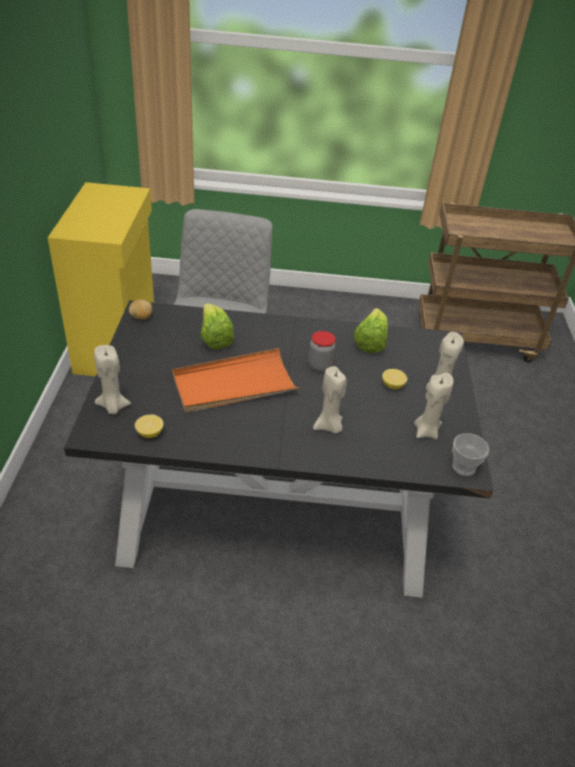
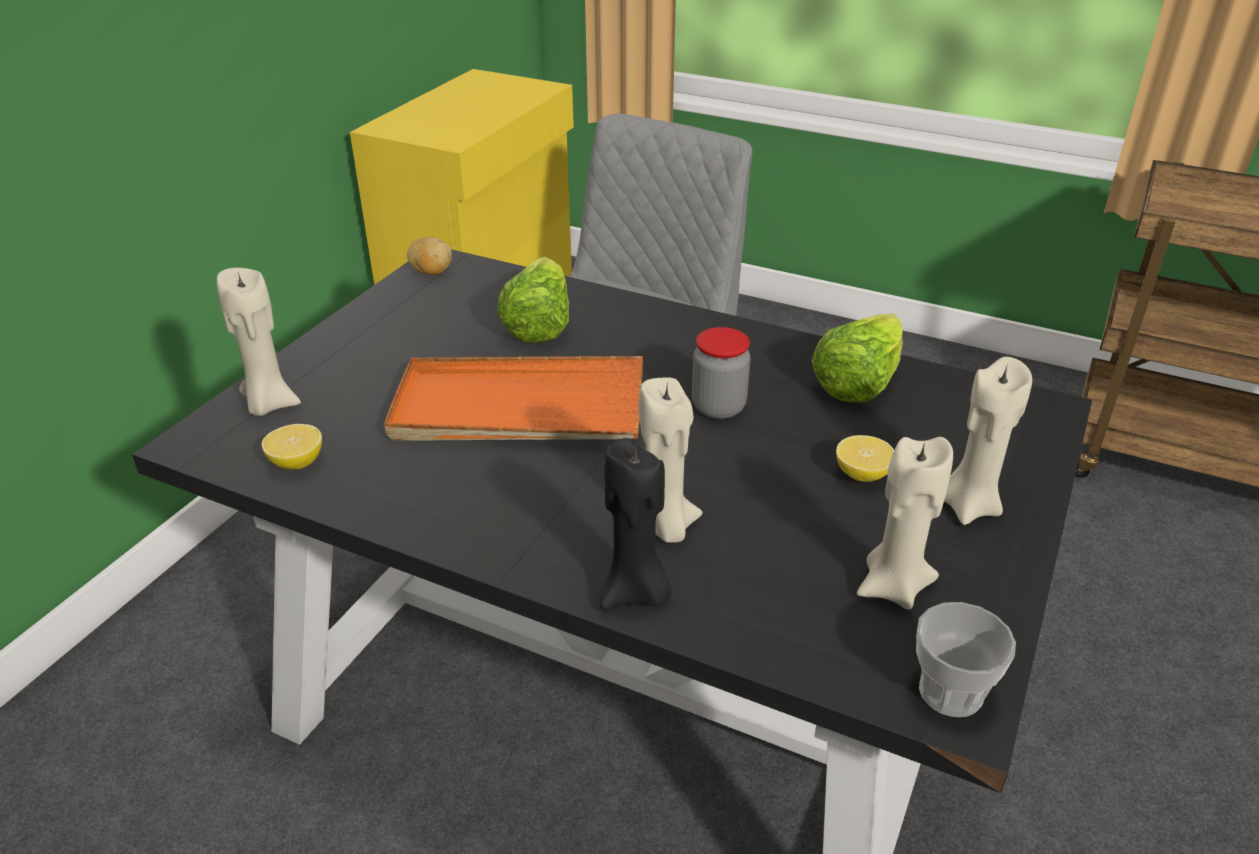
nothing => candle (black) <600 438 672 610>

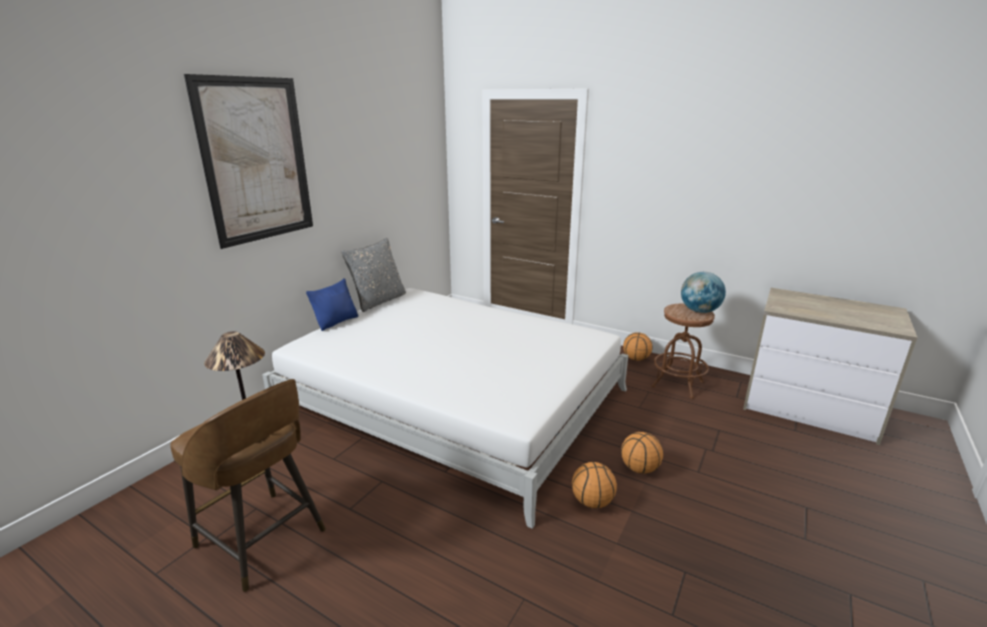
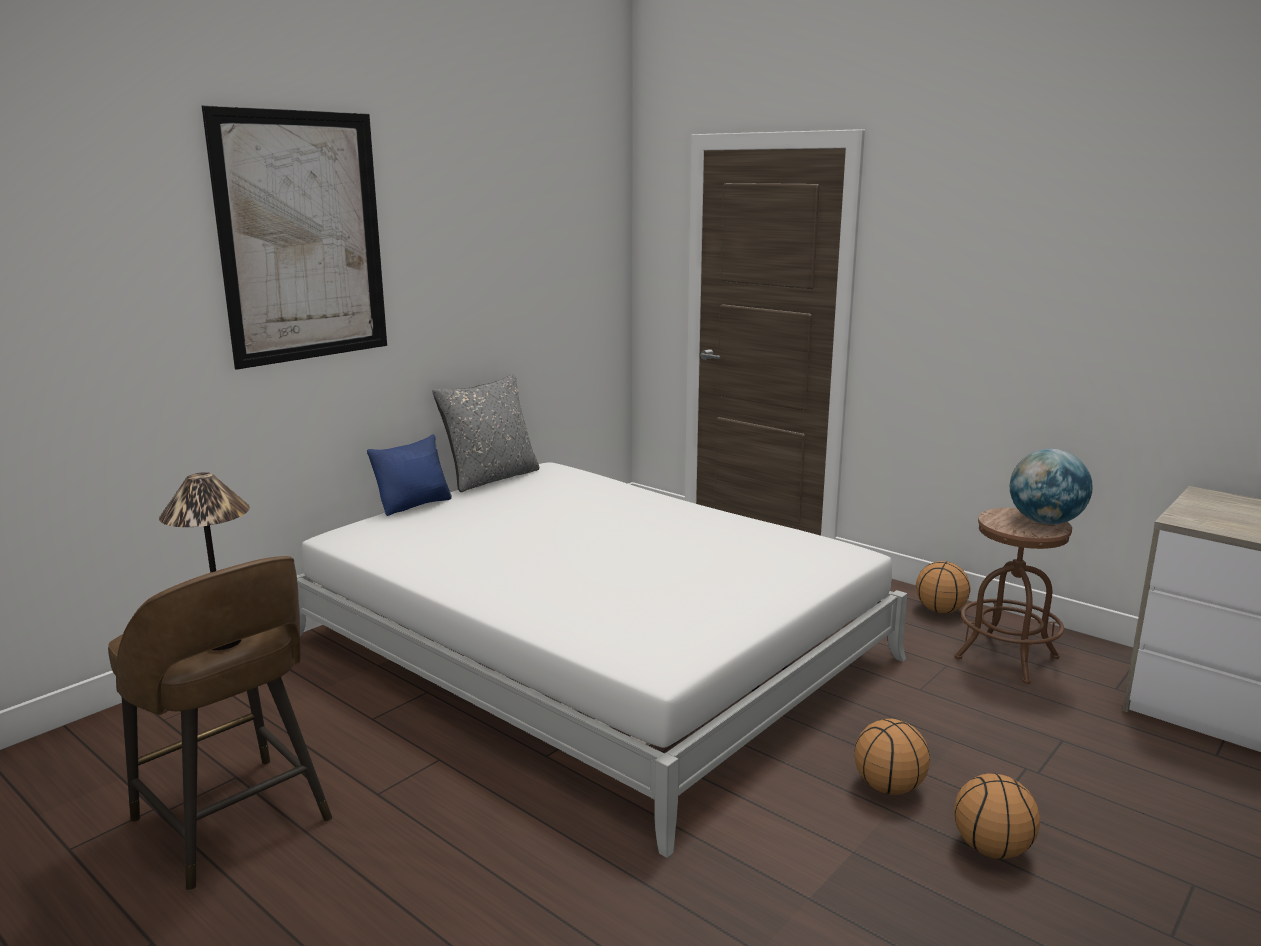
basketball <572 462 617 508> => basketball <954 773 1040 859>, shifted

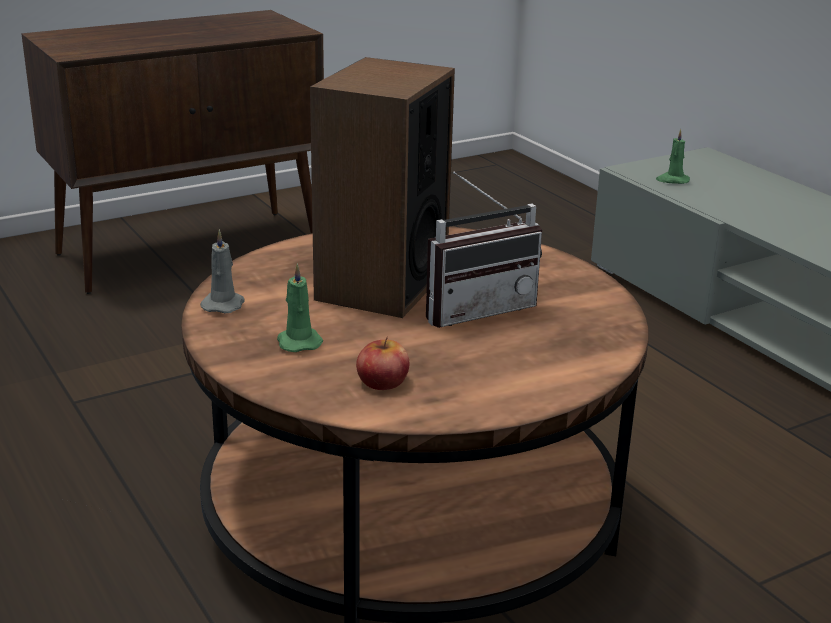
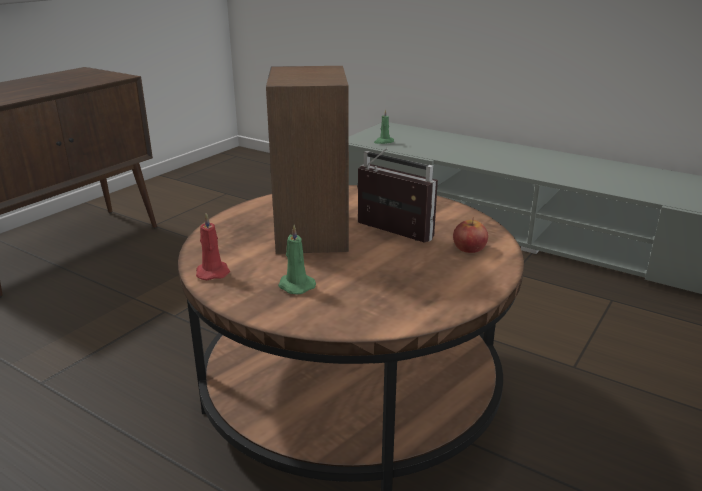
apple <356 336 409 390> => apple <453 217 488 253>, shifted
candle (grey) <200 229 245 313> => candle (red) <196 213 230 280>
radio <426 172 542 328> => radio <357 148 438 243>, 90 degrees counterclockwise

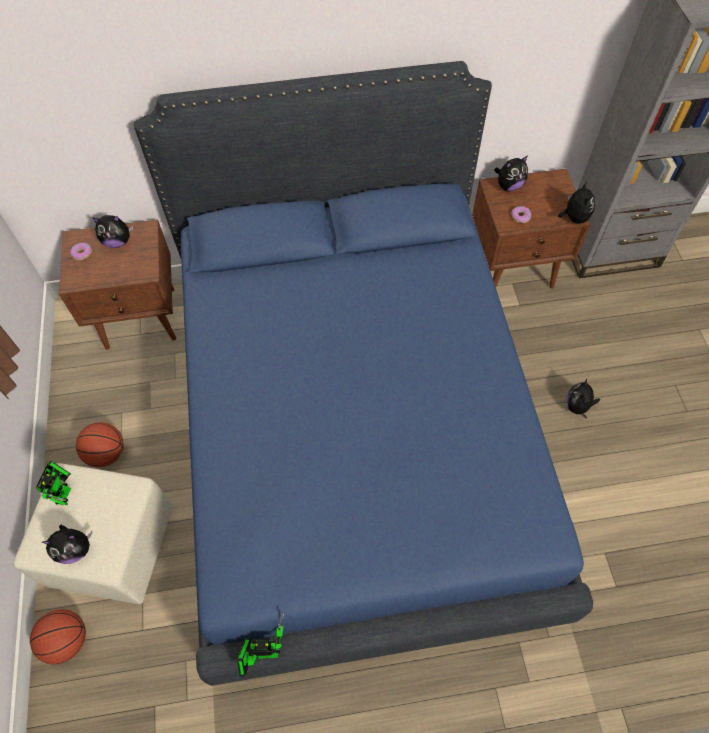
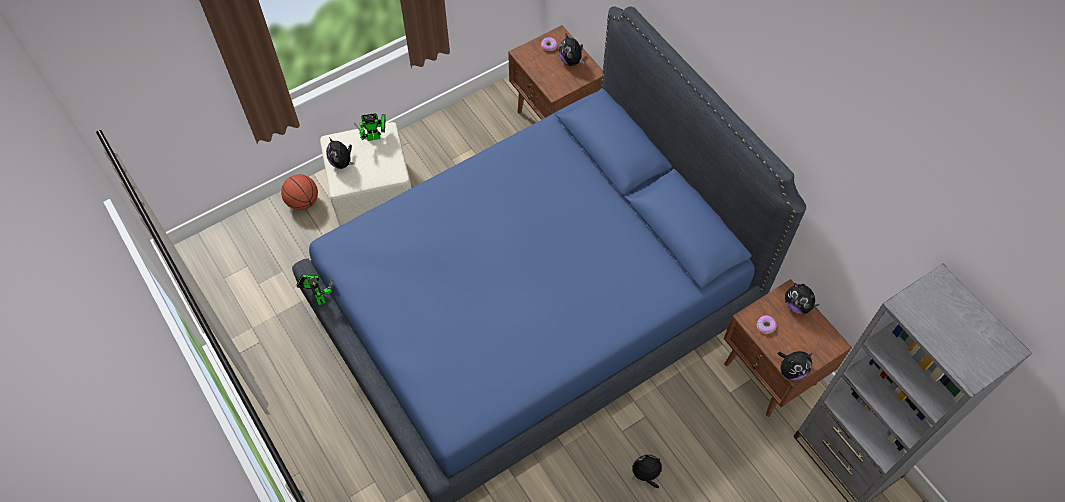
basketball <76 422 123 467> => nothing

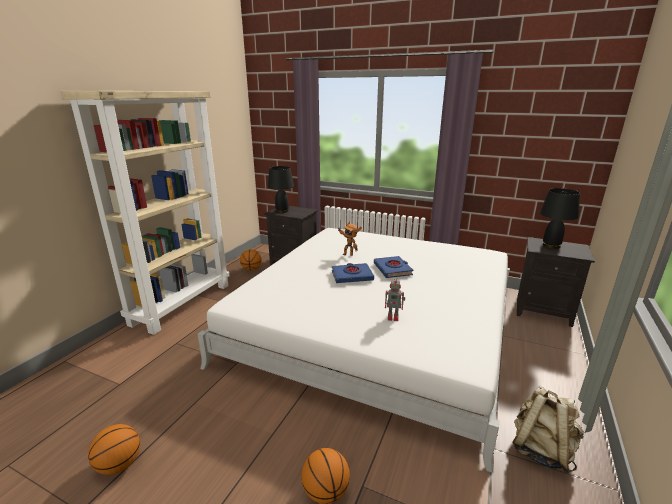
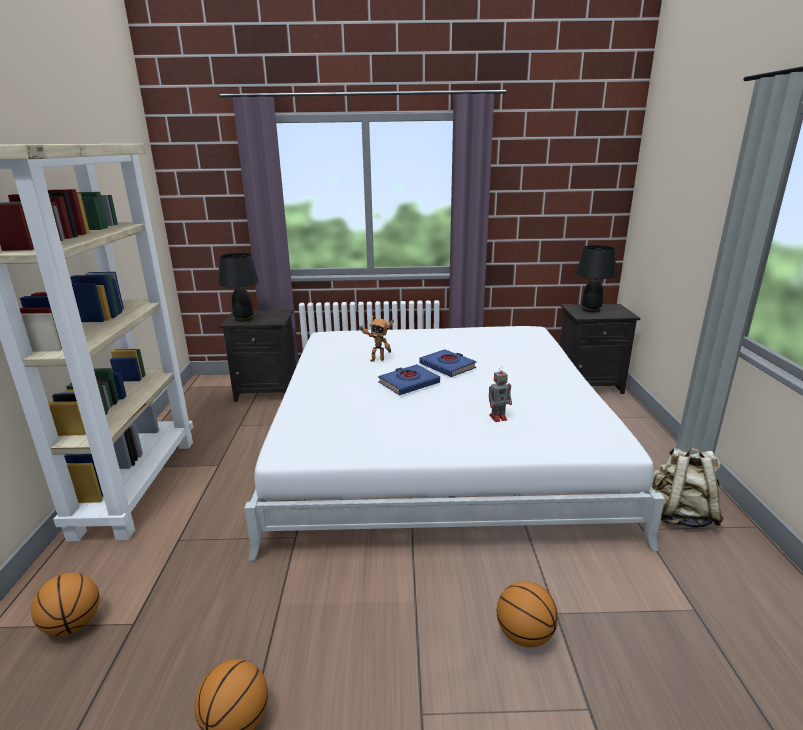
basketball <240 249 262 271> => basketball <31 573 99 636>, shifted

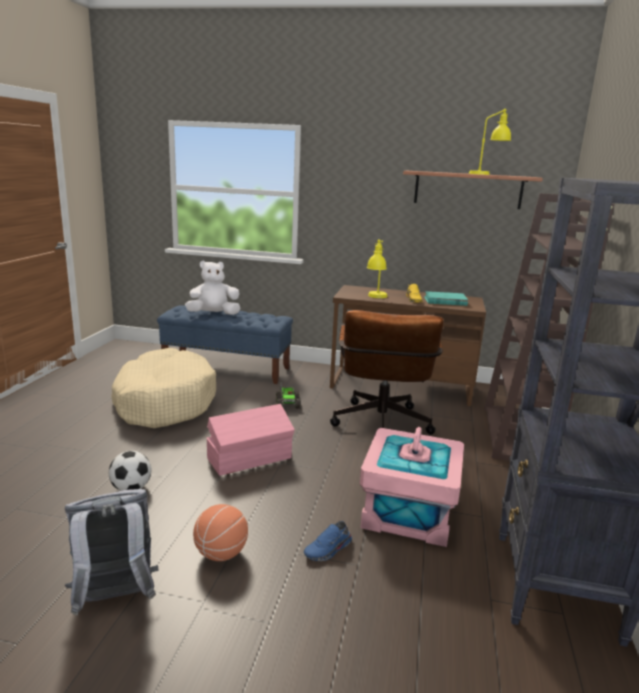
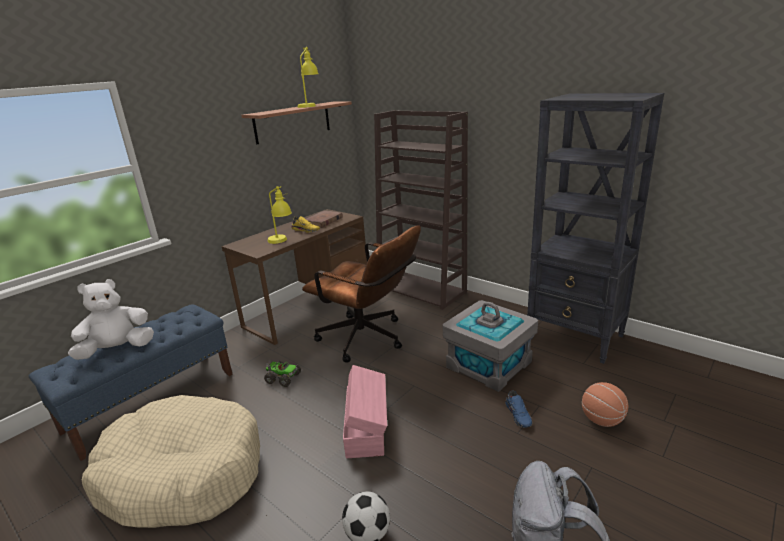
basketball <193 504 248 561> => basketball <582 382 628 427>, shifted
storage box (pink) <360 427 464 547> => storage box (grey) <443 300 538 392>
book (turquoise) <424 291 468 306> => book (brown) <306 210 343 228>
plush toy (white) <185 260 240 315> => plush toy (white) <68 279 154 360>, 45 degrees clockwise

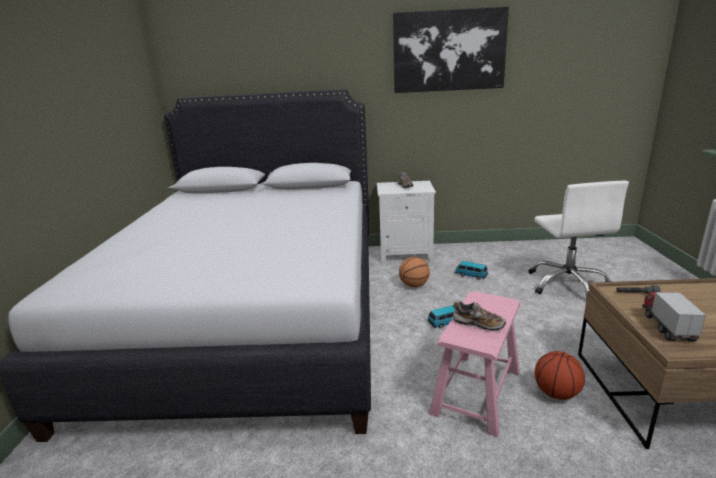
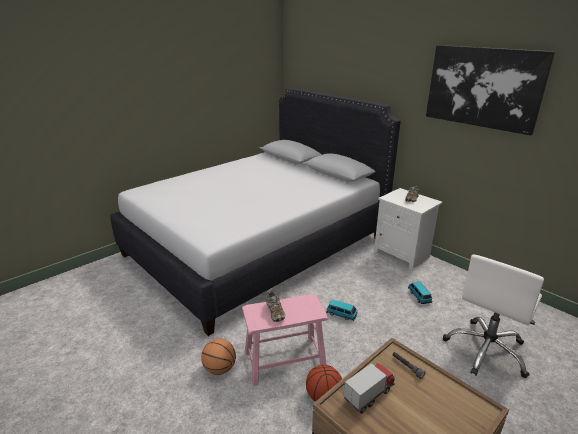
basketball <399 257 430 287> => basketball <201 339 236 375>, shifted

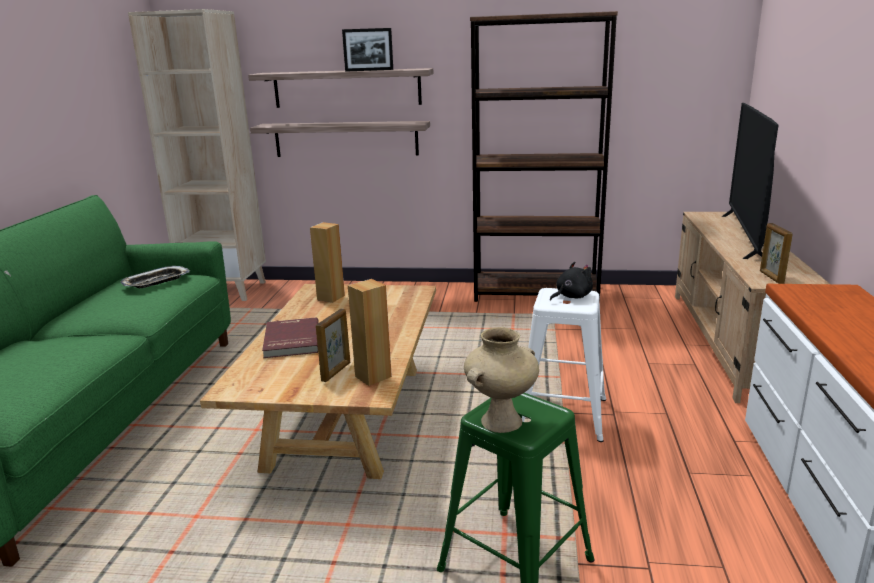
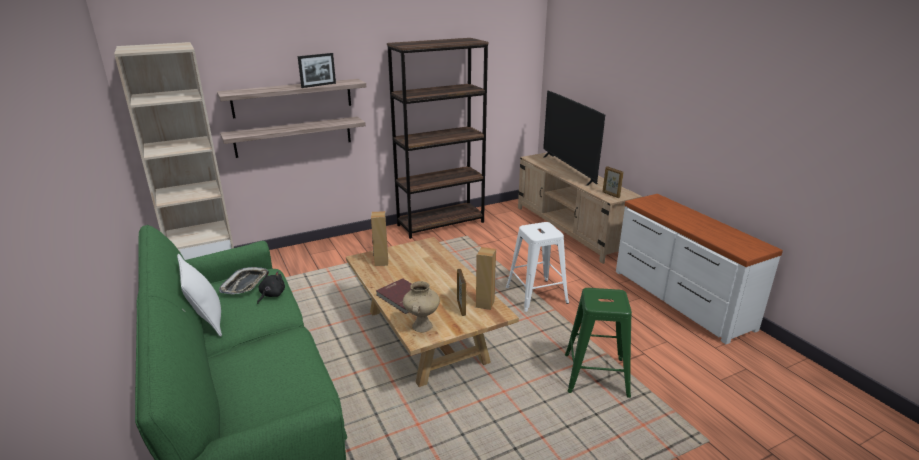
nothing => pillow (white) <177 254 222 337>
vase (beige) <464 327 539 433> => vase (beige) <403 281 440 333>, shifted
plush toy (black) <550 262 593 301> => plush toy (black) <257 271 285 304>, shifted

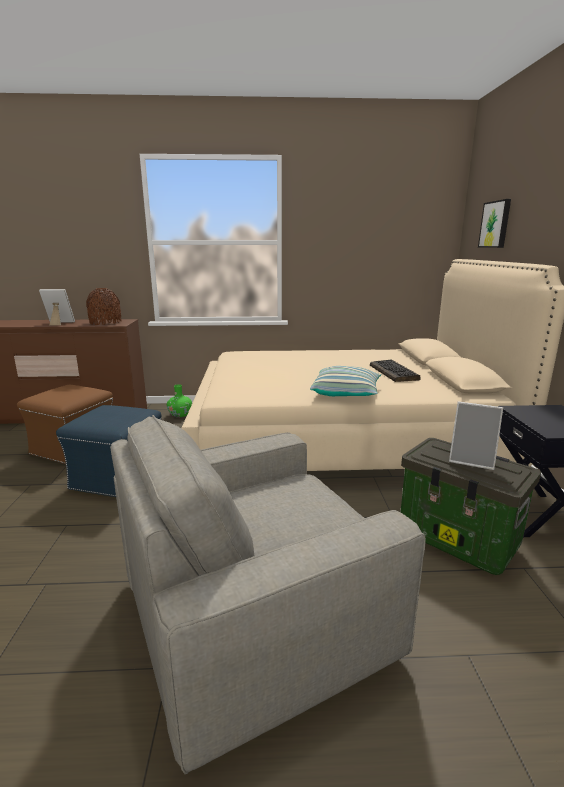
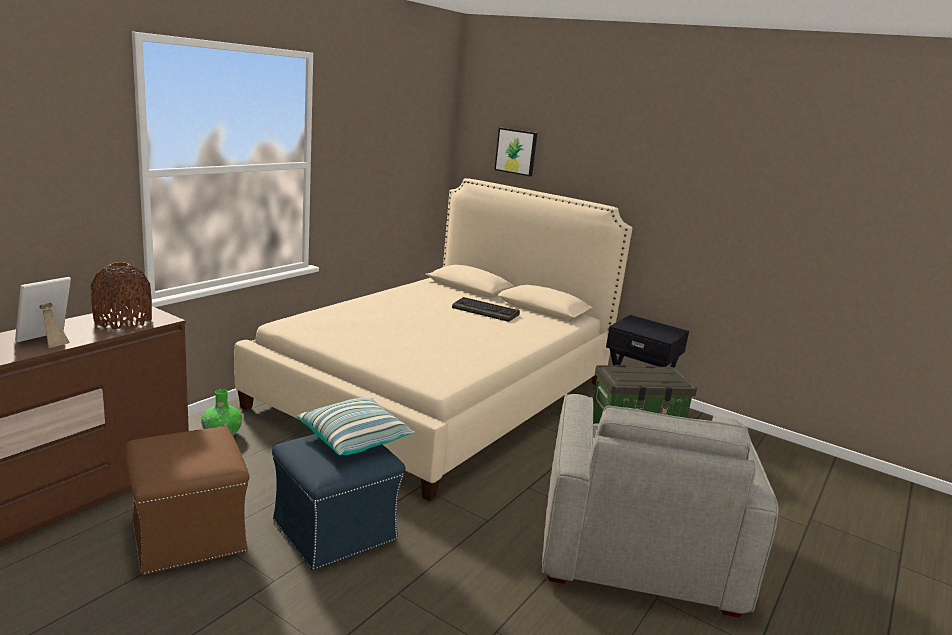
picture frame <449 401 503 470> => nothing
pillow <310 366 381 396> => pillow <297 398 415 455>, shifted

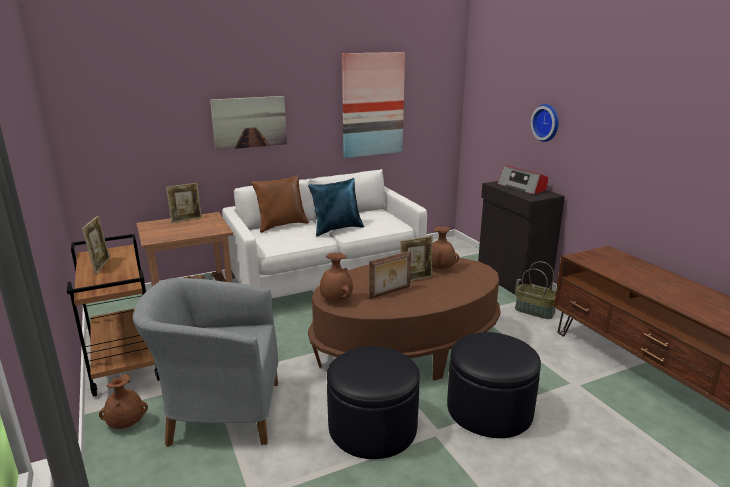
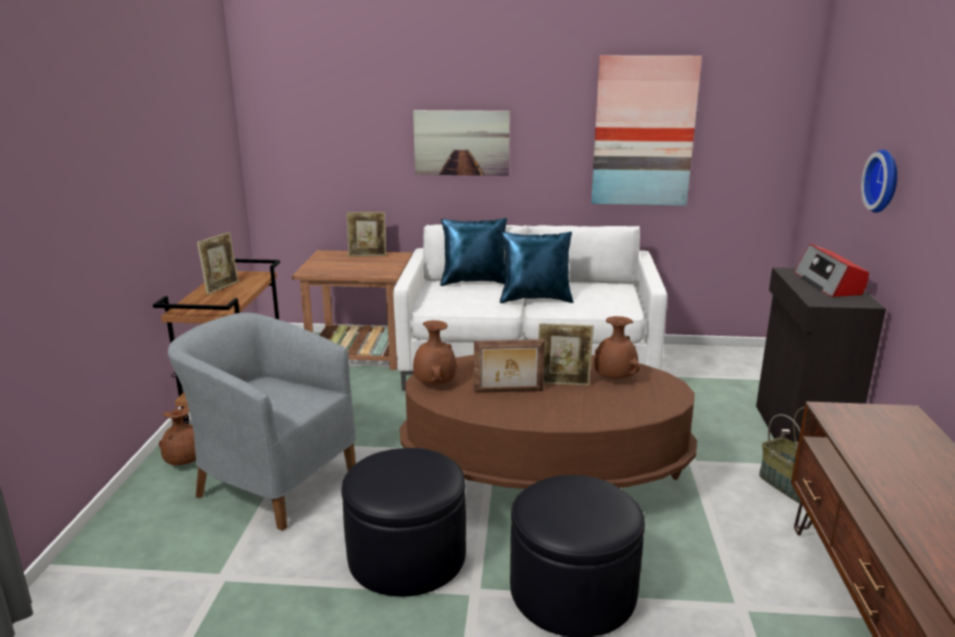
pillow (brown) <251 175 309 233> => pillow (blue) <440 218 507 286>

